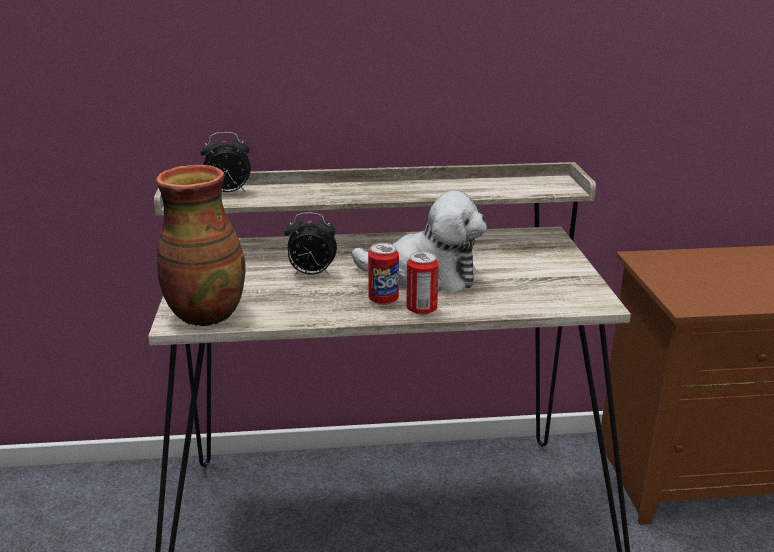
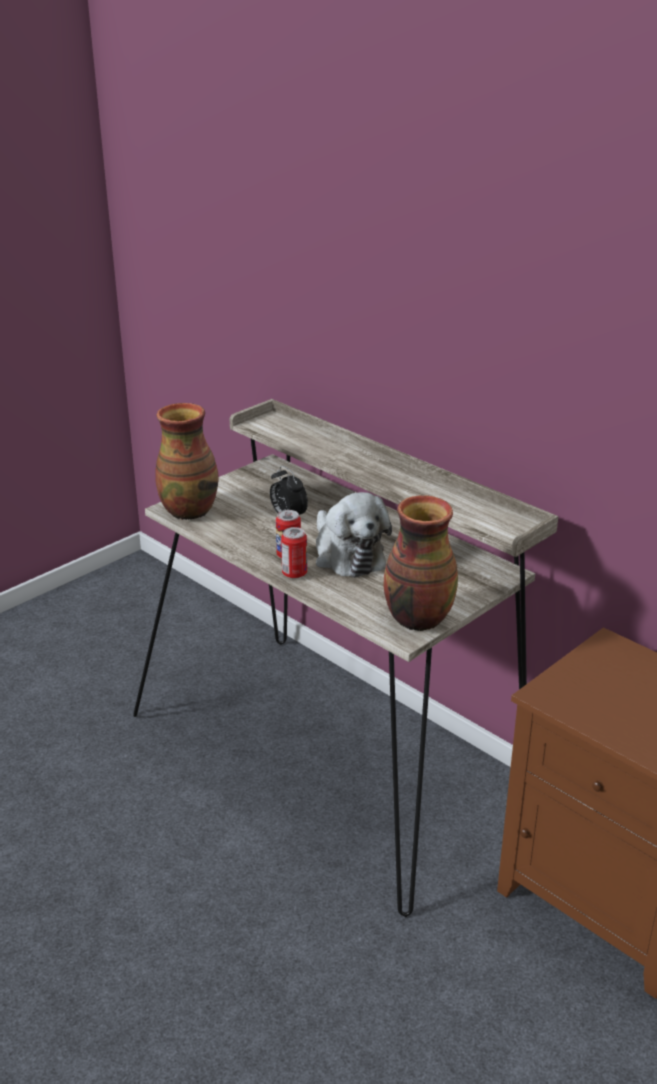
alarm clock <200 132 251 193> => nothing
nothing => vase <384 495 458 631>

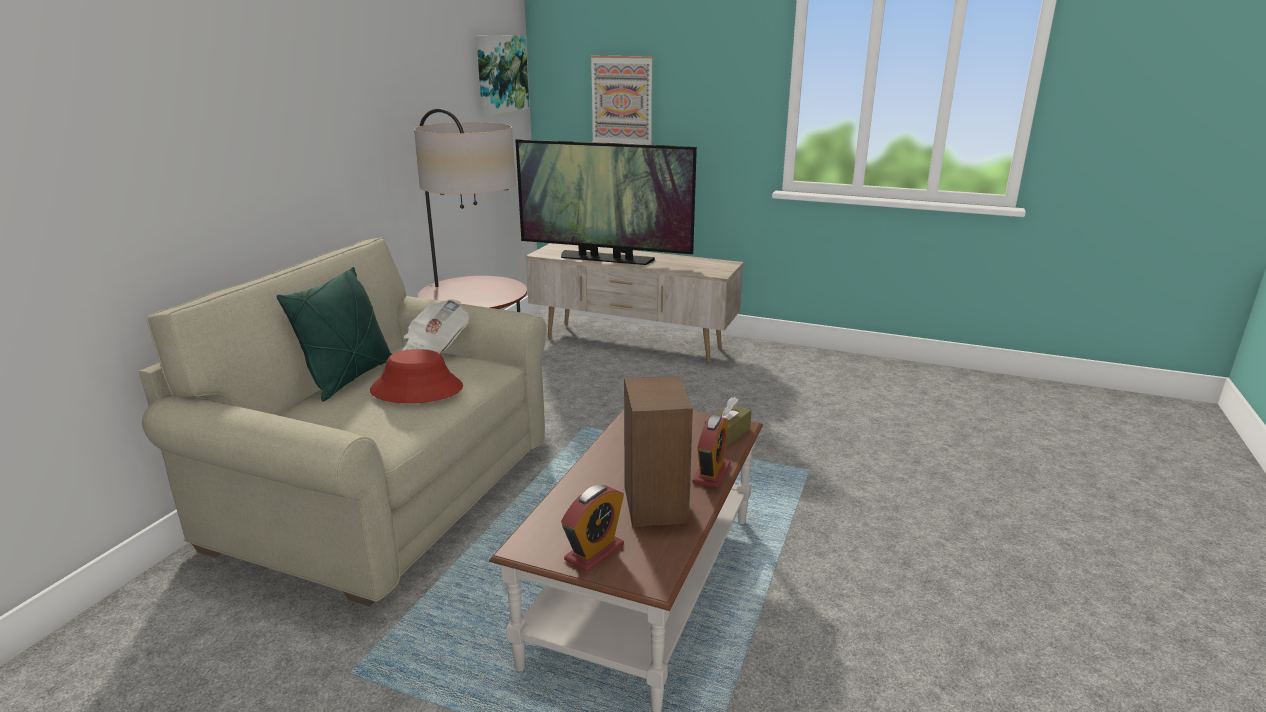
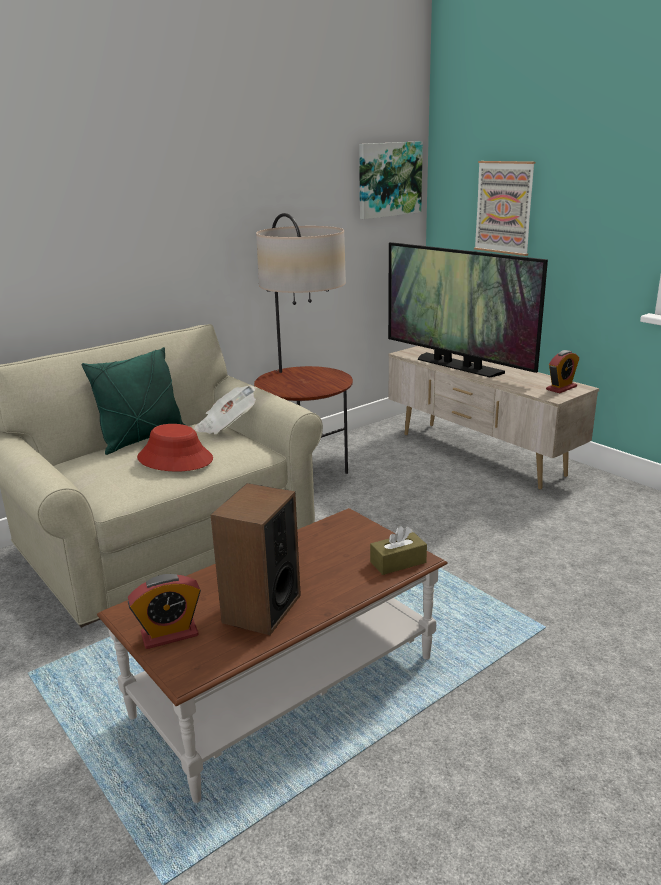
alarm clock <692 415 731 488> => alarm clock <546 350 579 393>, shifted

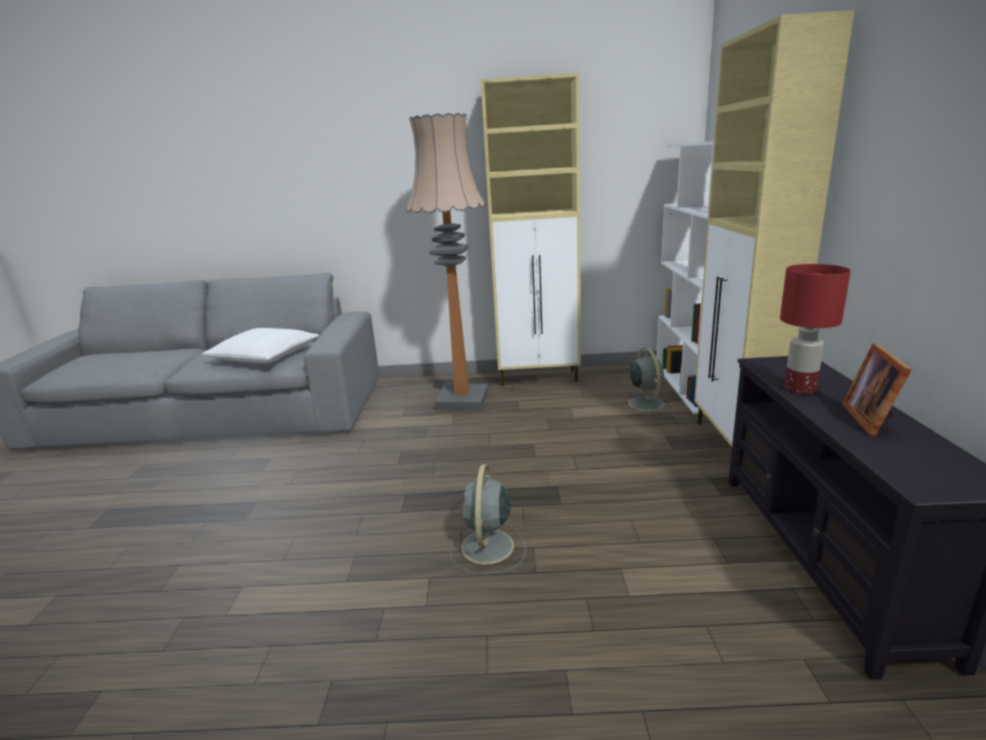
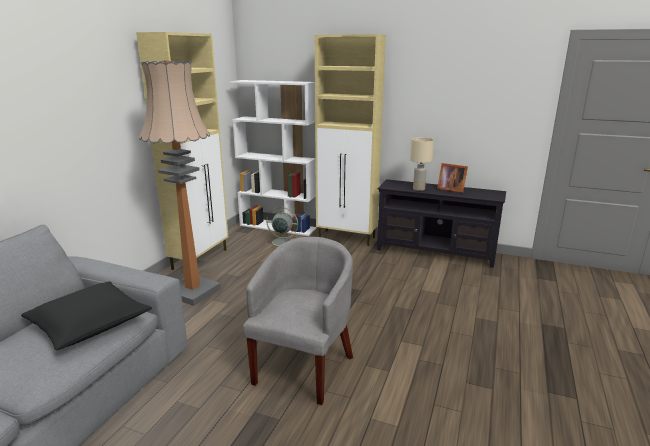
fan (grey) <450 464 526 574> => nothing
nothing => armchair (grey) <243 237 353 405>
pillow (white) <202 328 319 363> => pillow (black) <21 281 152 350>
table lamp (red) <780 264 851 394> => table lamp (beige) <410 137 434 191>

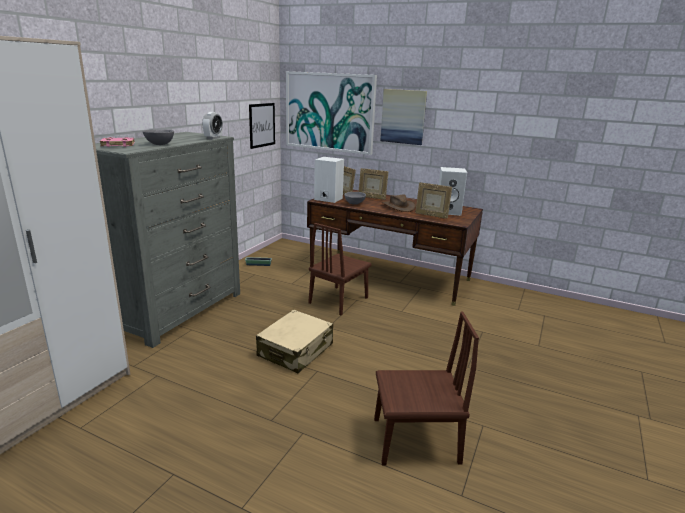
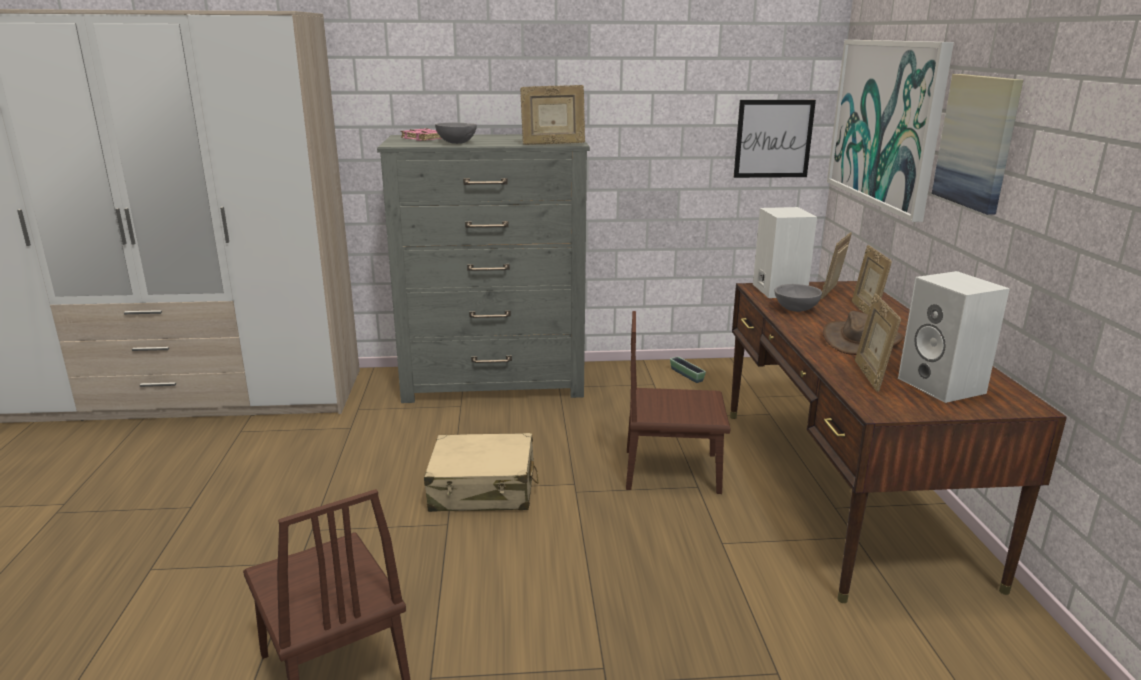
alarm clock <202 112 223 139> => picture frame <520 85 585 145>

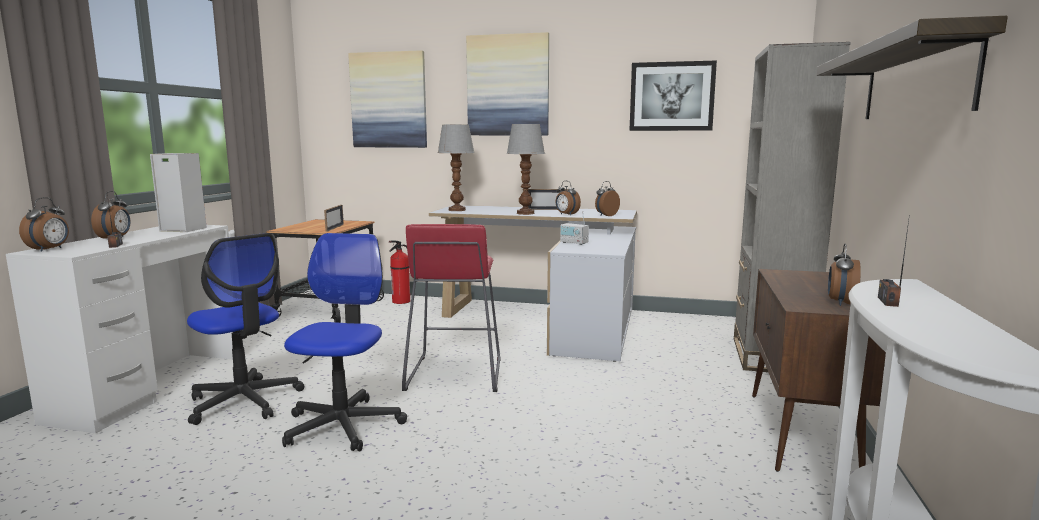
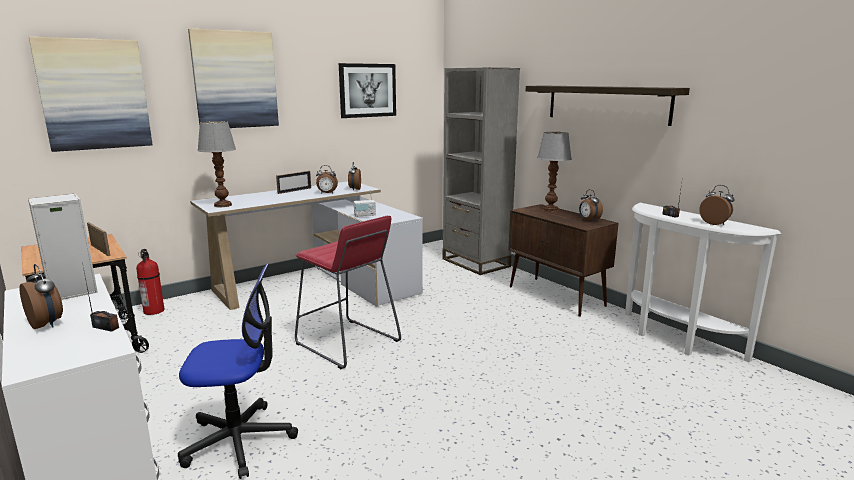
office chair <282 233 407 451> => nothing
alarm clock <19 197 69 252> => alarm clock <699 185 735 225>, shifted
table lamp <506 124 545 215> => table lamp <537 132 572 212>, shifted

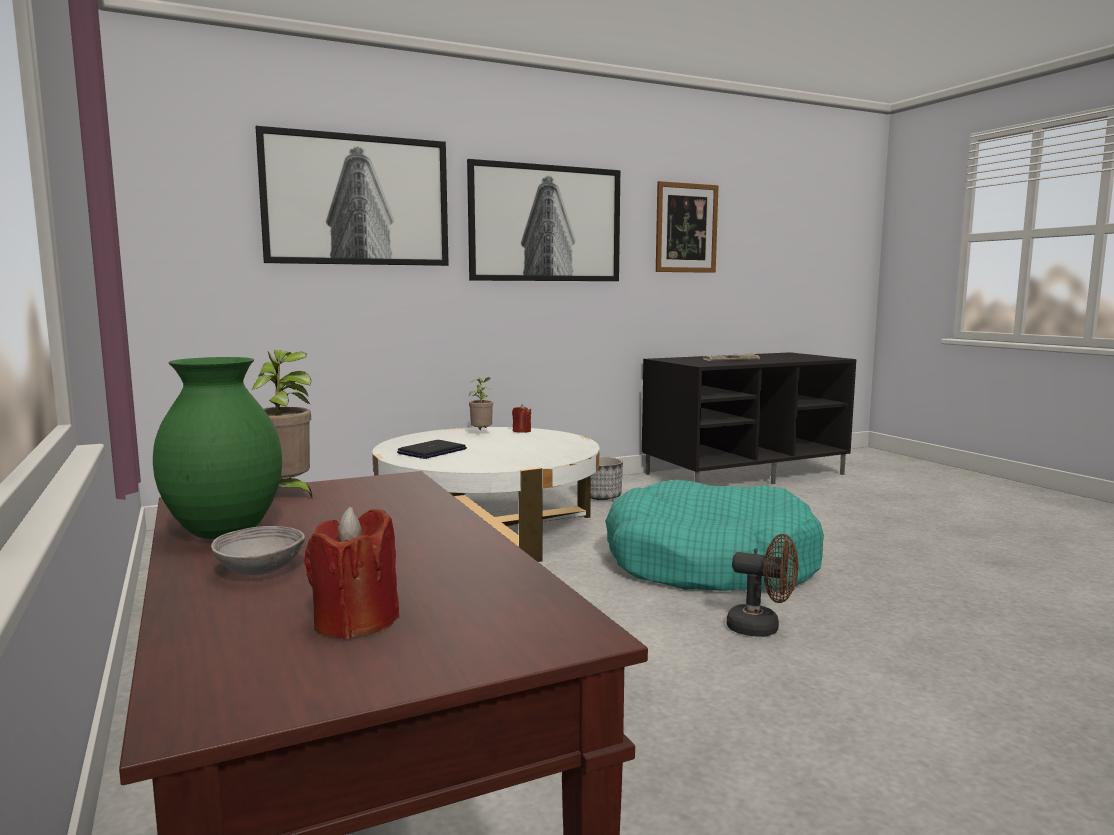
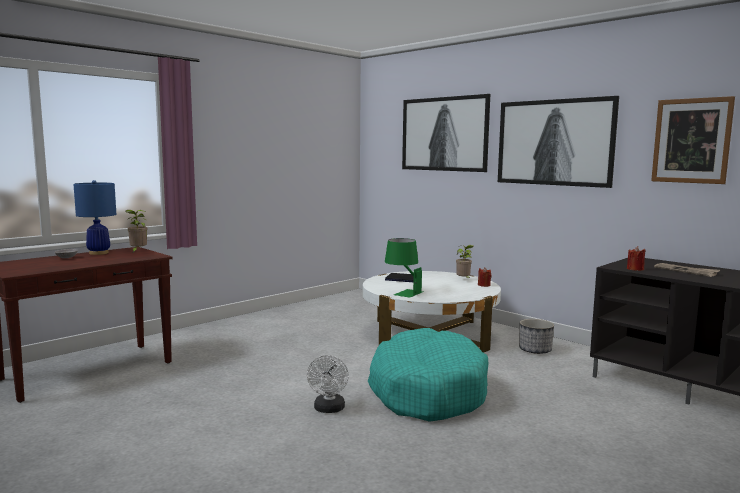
nothing => table lamp (green) <385 238 424 298>
candle (red) <304 507 400 640> => candle (red) <627 246 646 271>, shifted
vase (green) <153 357 282 539> => table lamp (blue) <73 180 116 255>
fan (brown) <727 534 798 637> => fan (white) <307 355 349 413>

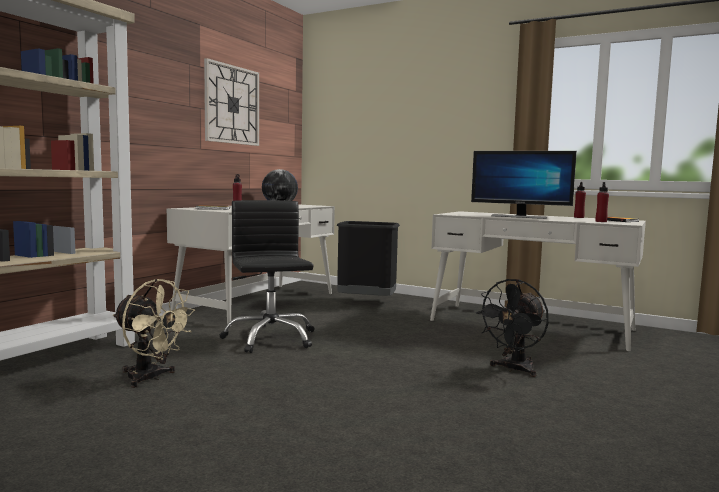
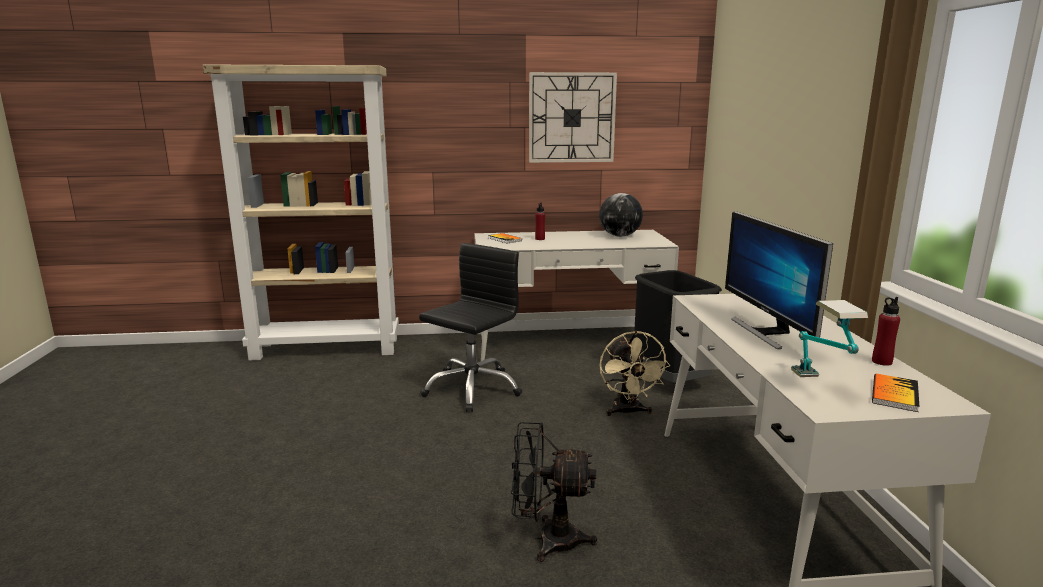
fan (beige) <113 279 195 388> => fan (beige) <599 331 670 416>, shifted
bottle (red) <595 182 609 222> => table lamp <791 300 868 377>

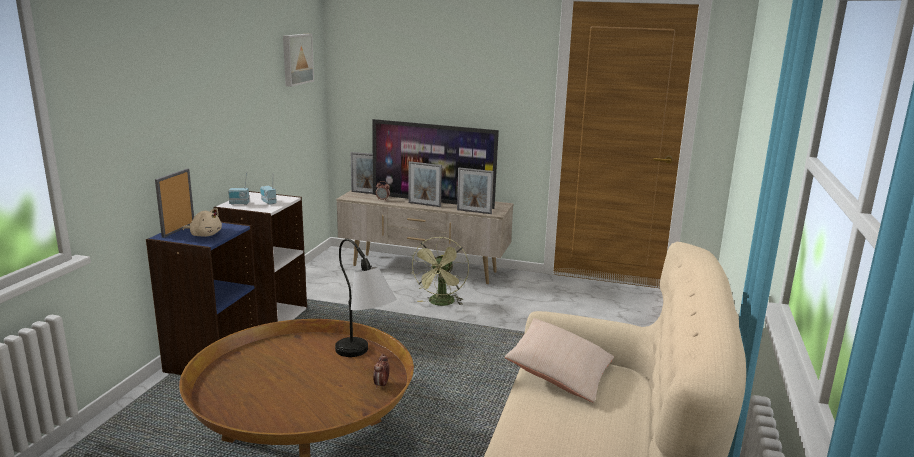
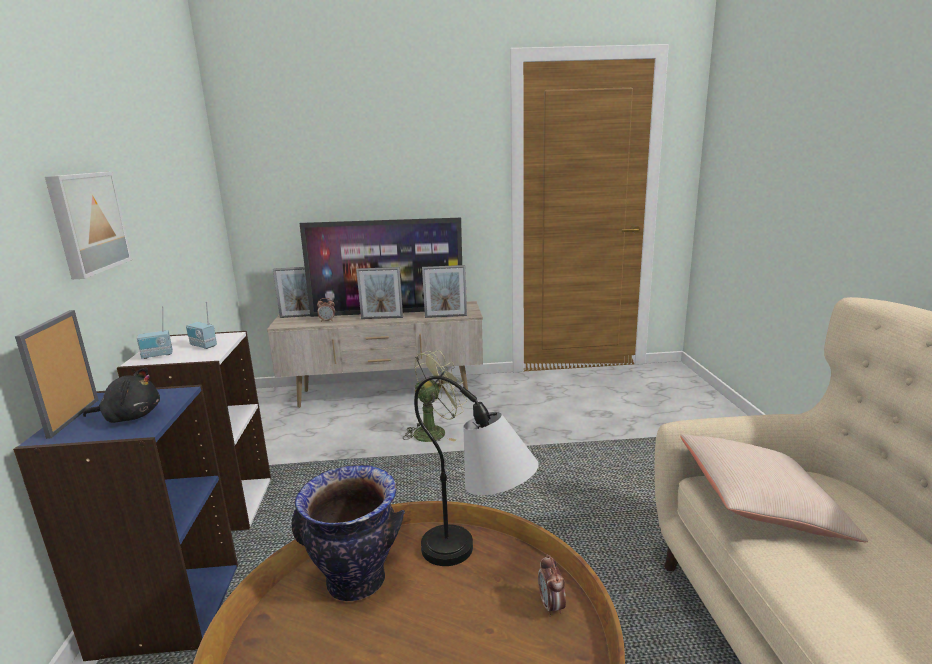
nothing => vase <292 465 405 601>
picture <283 34 314 87> => picture <45 172 132 279>, shifted
plush toy (beige) <182 208 222 237> => plush toy (black) <83 367 160 423>
fan (green) <411 237 469 306> => fan (green) <403 350 467 442>, 120 degrees counterclockwise

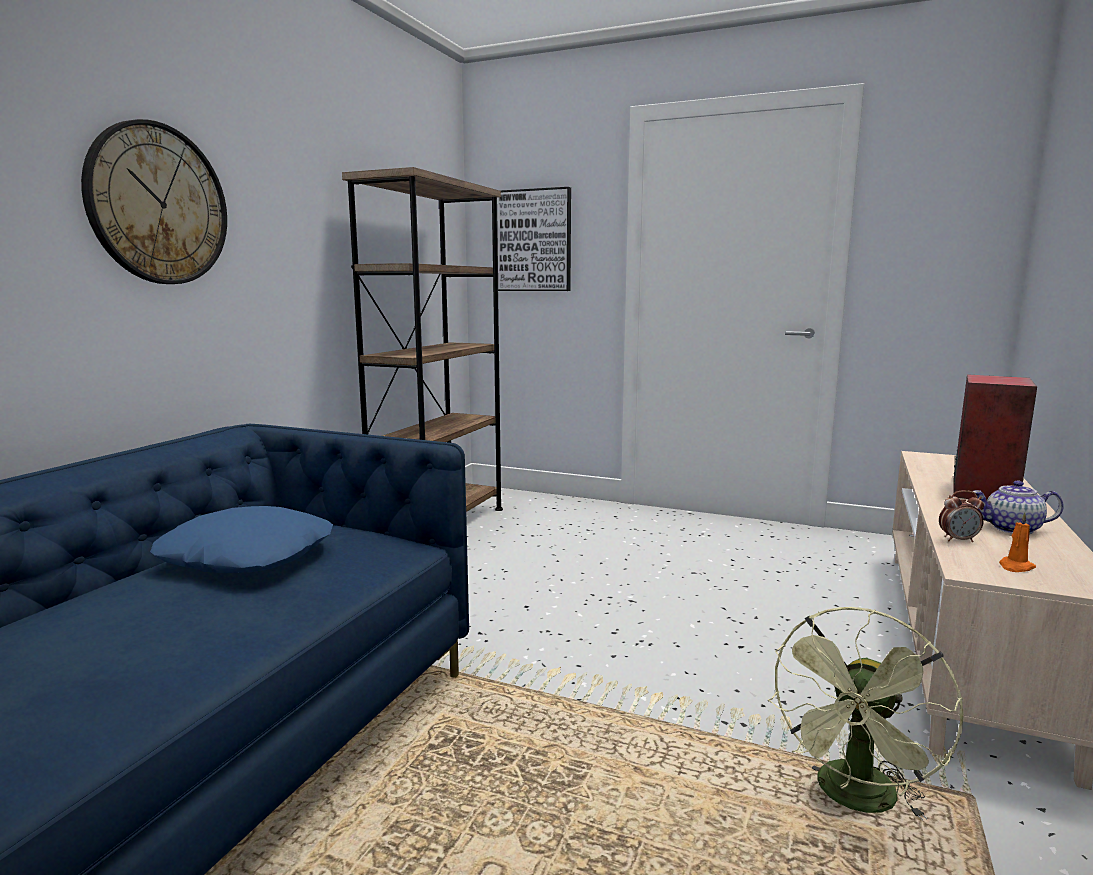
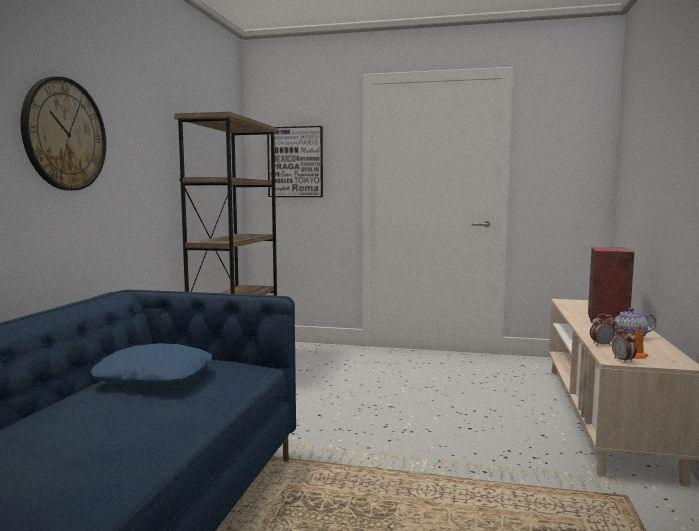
fan (green) <768 607 964 820> => nothing
nothing => alarm clock <612 326 637 363>

